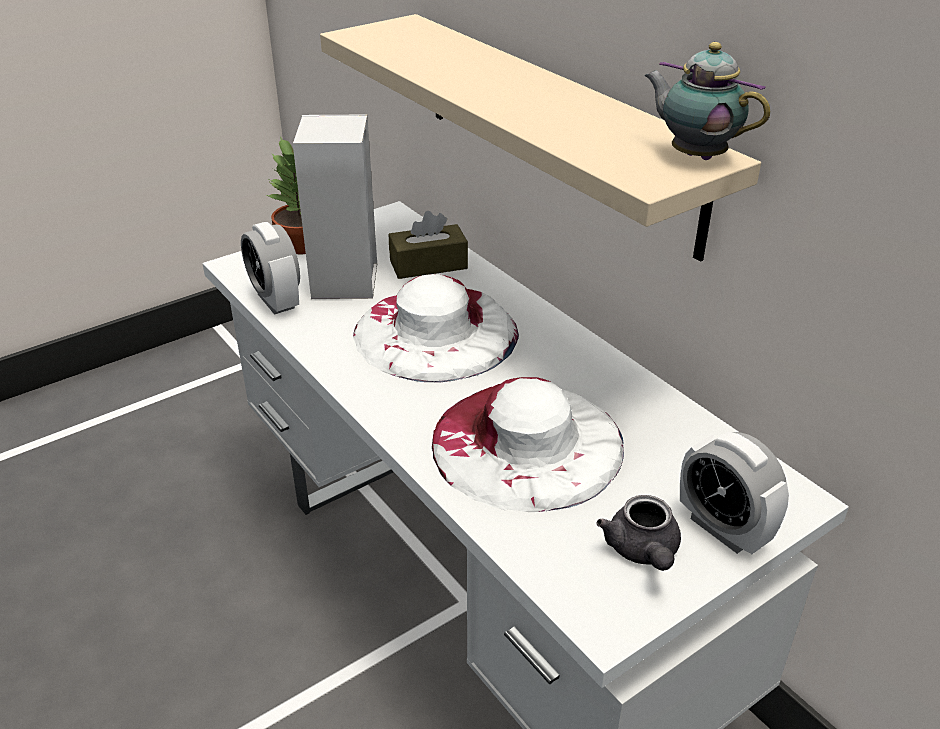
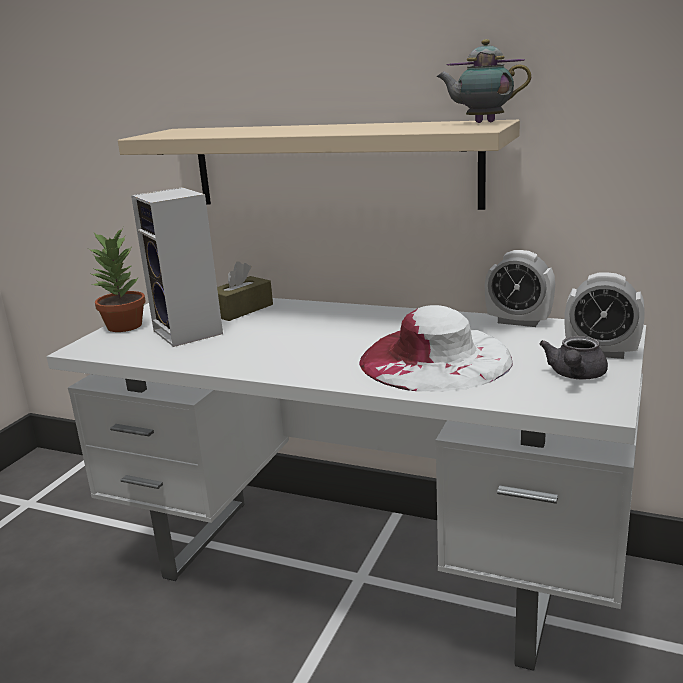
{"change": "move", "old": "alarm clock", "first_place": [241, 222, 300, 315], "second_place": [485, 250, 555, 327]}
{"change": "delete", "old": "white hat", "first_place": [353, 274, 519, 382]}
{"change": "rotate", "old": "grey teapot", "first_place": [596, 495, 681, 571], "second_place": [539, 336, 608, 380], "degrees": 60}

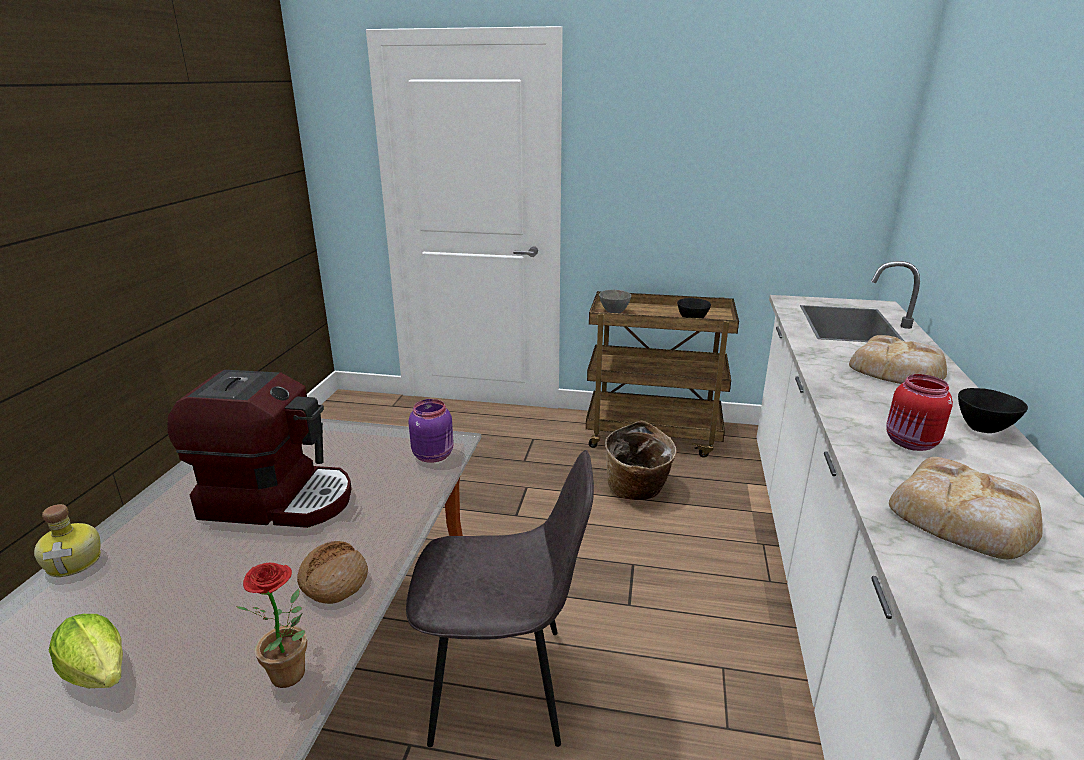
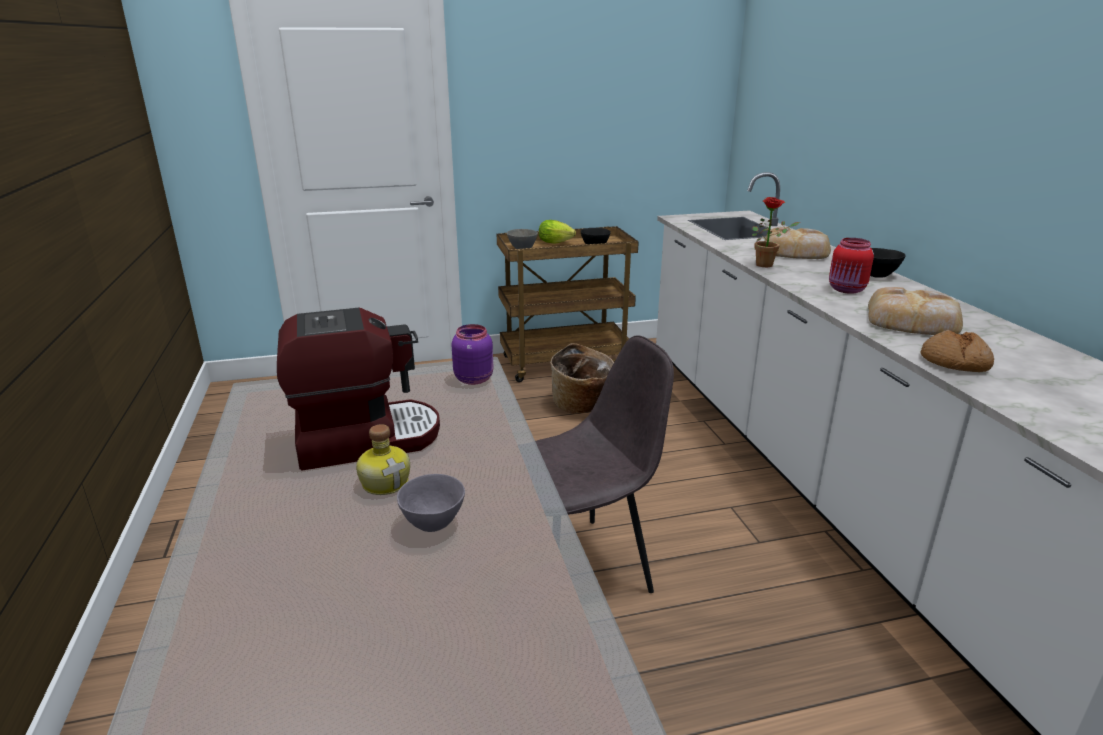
{"change": "move", "old": "bottle", "first_place": [34, 504, 101, 577], "second_place": [356, 424, 410, 495]}
{"change": "move", "old": "bread", "first_place": [297, 541, 368, 604], "second_place": [921, 330, 994, 372]}
{"change": "move", "old": "potted plant", "first_place": [235, 563, 307, 688], "second_place": [752, 197, 800, 267]}
{"change": "move", "old": "lettuce", "first_place": [49, 614, 123, 688], "second_place": [539, 220, 576, 244]}
{"change": "insert", "new": "grey bowl", "second_place": [397, 474, 465, 532]}

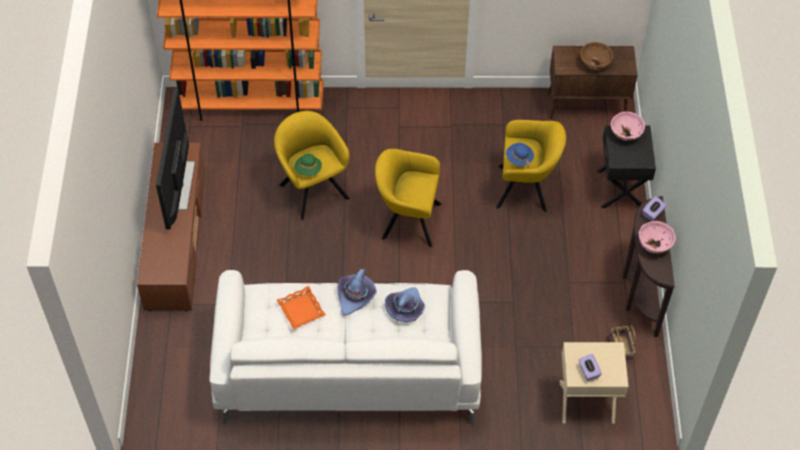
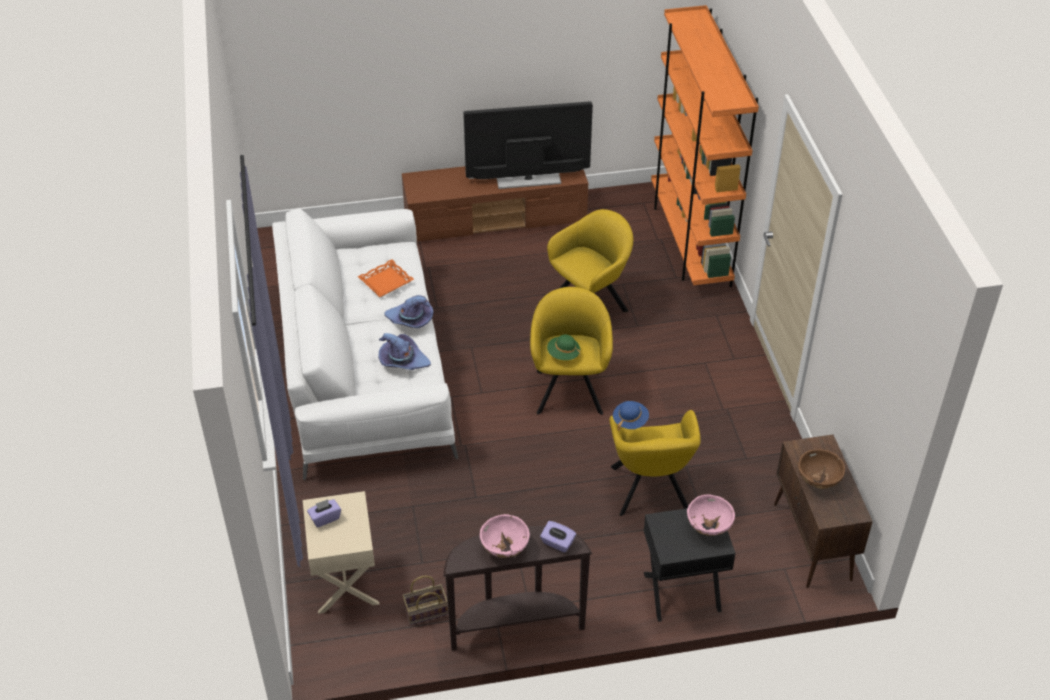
{"change": "move", "old": "green hat", "first_place": [294, 154, 322, 176], "second_place": [547, 335, 580, 360]}

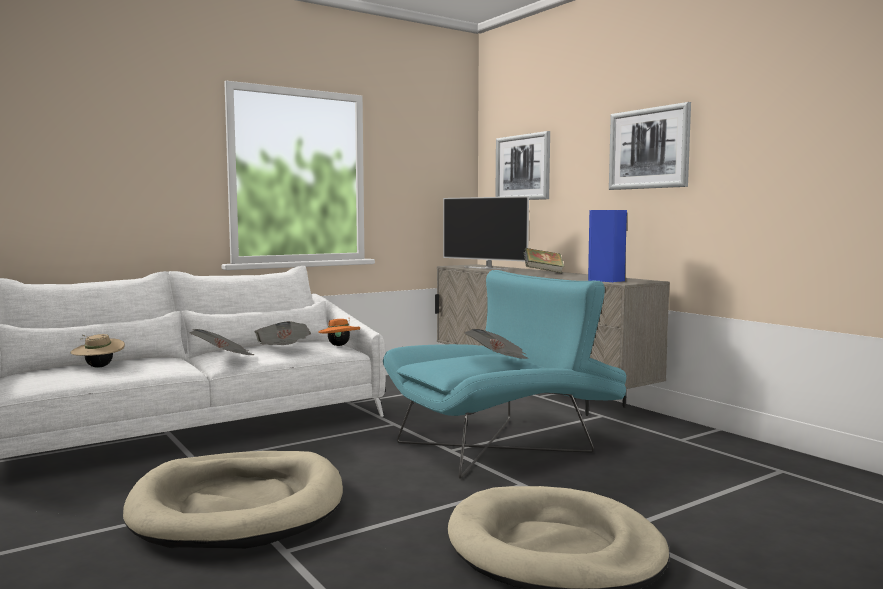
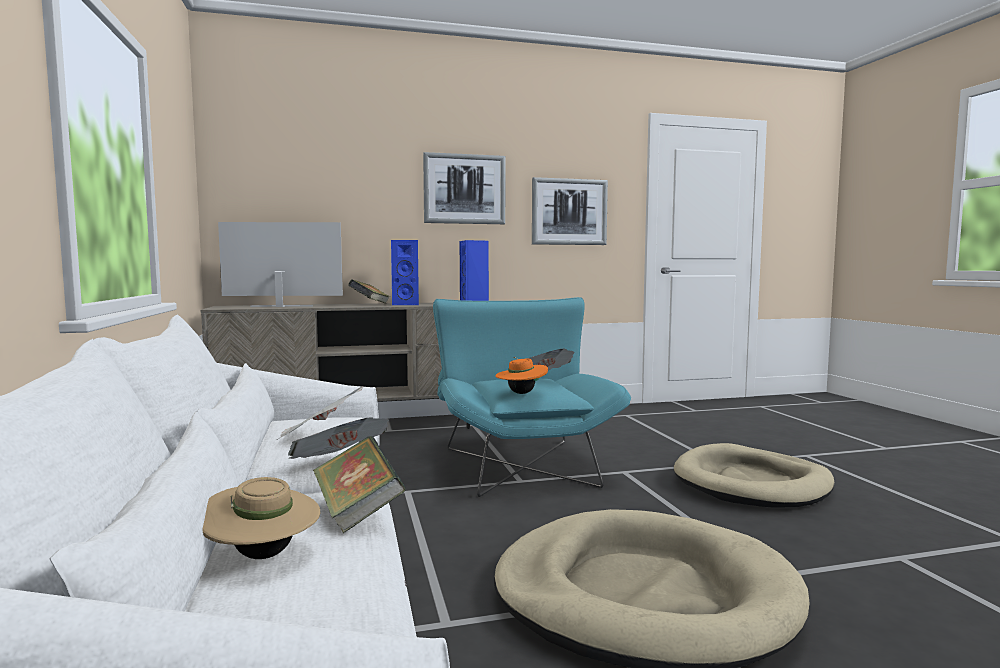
{"change": "move", "old": "picture", "first_place": [495, 131, 550, 200], "second_place": [532, 177, 608, 245]}
{"change": "rotate", "old": "television", "first_place": [443, 196, 529, 270], "second_place": [218, 222, 343, 307], "degrees": -150}
{"change": "move", "old": "orange hat", "first_place": [318, 319, 360, 346], "second_place": [495, 357, 548, 394]}
{"change": "insert", "new": "blue speaker", "second_place": [391, 240, 419, 305]}
{"change": "insert", "new": "book", "second_place": [313, 436, 406, 533]}

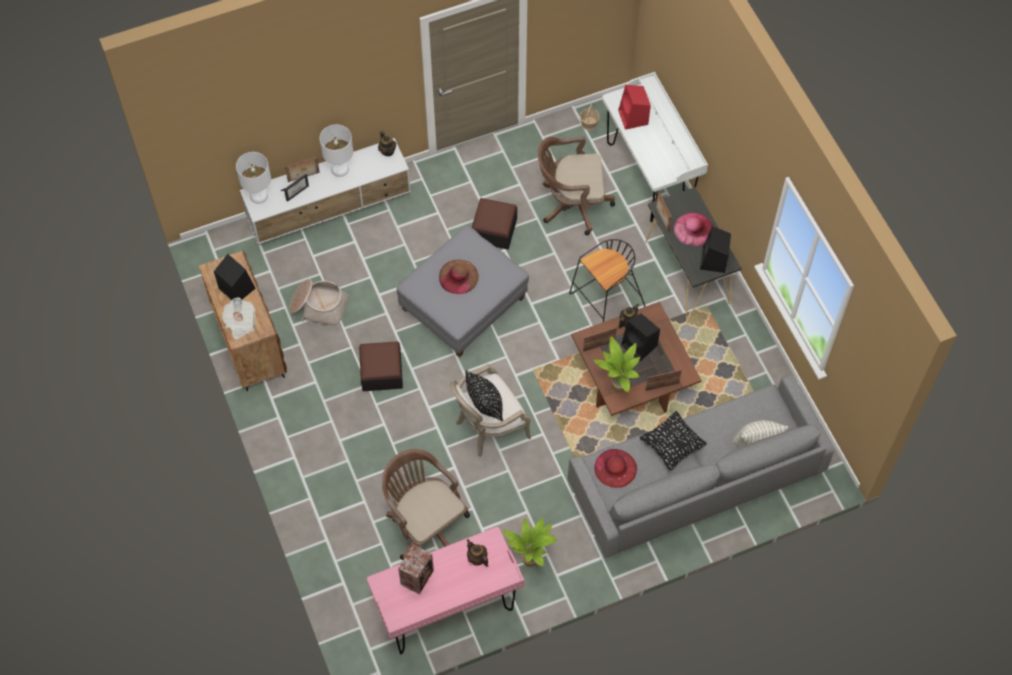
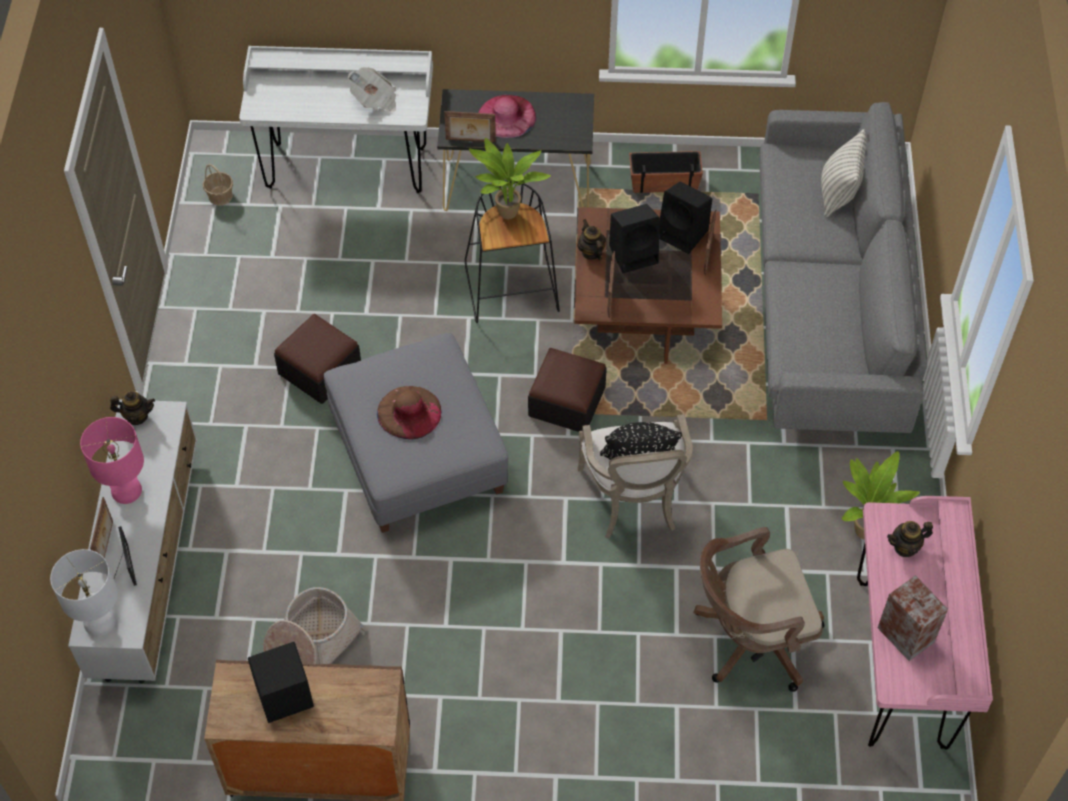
{"change": "delete", "old": "red speaker", "first_place": [618, 85, 651, 130]}
{"change": "recolor", "old": "white table lamp", "new": "pink table lamp", "first_place": [320, 125, 353, 177], "second_place": [80, 417, 144, 504]}
{"change": "delete", "old": "brown office chair", "first_place": [537, 137, 615, 235]}
{"change": "move", "old": "black speaker", "first_place": [700, 226, 731, 273], "second_place": [659, 182, 712, 254]}
{"change": "move", "old": "newspaper", "first_place": [222, 298, 255, 339], "second_place": [348, 67, 396, 112]}
{"change": "move", "old": "potted plant", "first_place": [593, 336, 640, 393], "second_place": [469, 137, 551, 220]}
{"change": "move", "old": "ottoman", "first_place": [359, 341, 403, 391], "second_place": [528, 348, 607, 432]}
{"change": "delete", "old": "black pillow", "first_place": [640, 411, 707, 471]}
{"change": "delete", "old": "red hat", "first_place": [594, 449, 637, 488]}
{"change": "insert", "new": "planter", "second_place": [629, 151, 703, 193]}

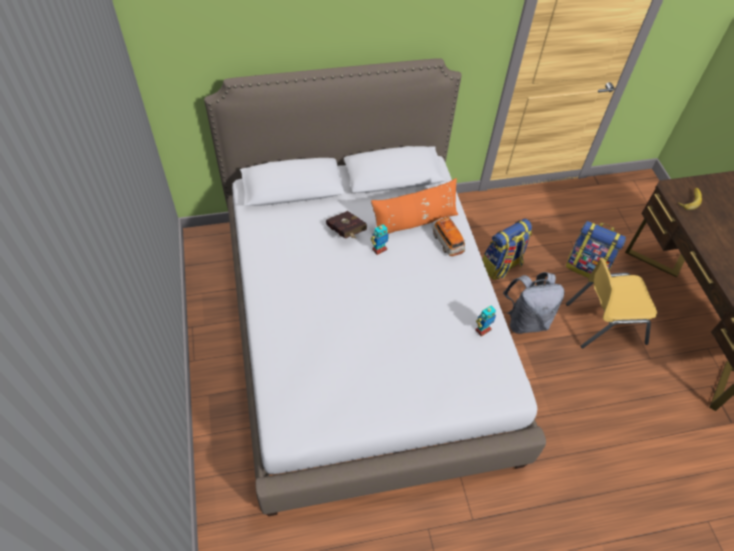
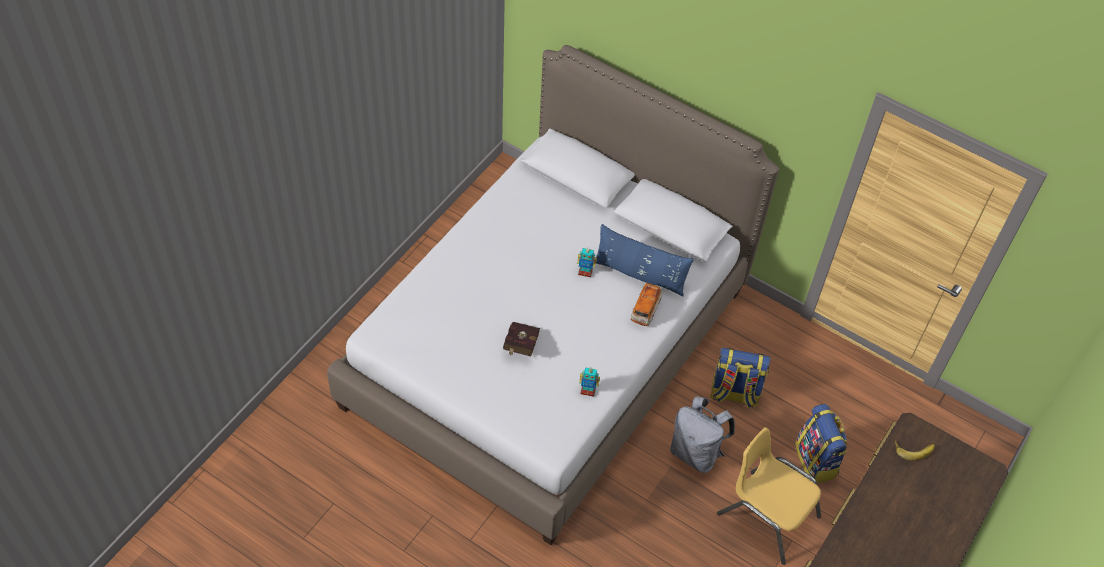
{"change": "recolor", "old": "orange pillow", "new": "blue pillow", "first_place": [371, 178, 458, 234], "second_place": [596, 224, 694, 296]}
{"change": "move", "old": "red book", "first_place": [326, 211, 367, 239], "second_place": [503, 322, 540, 356]}

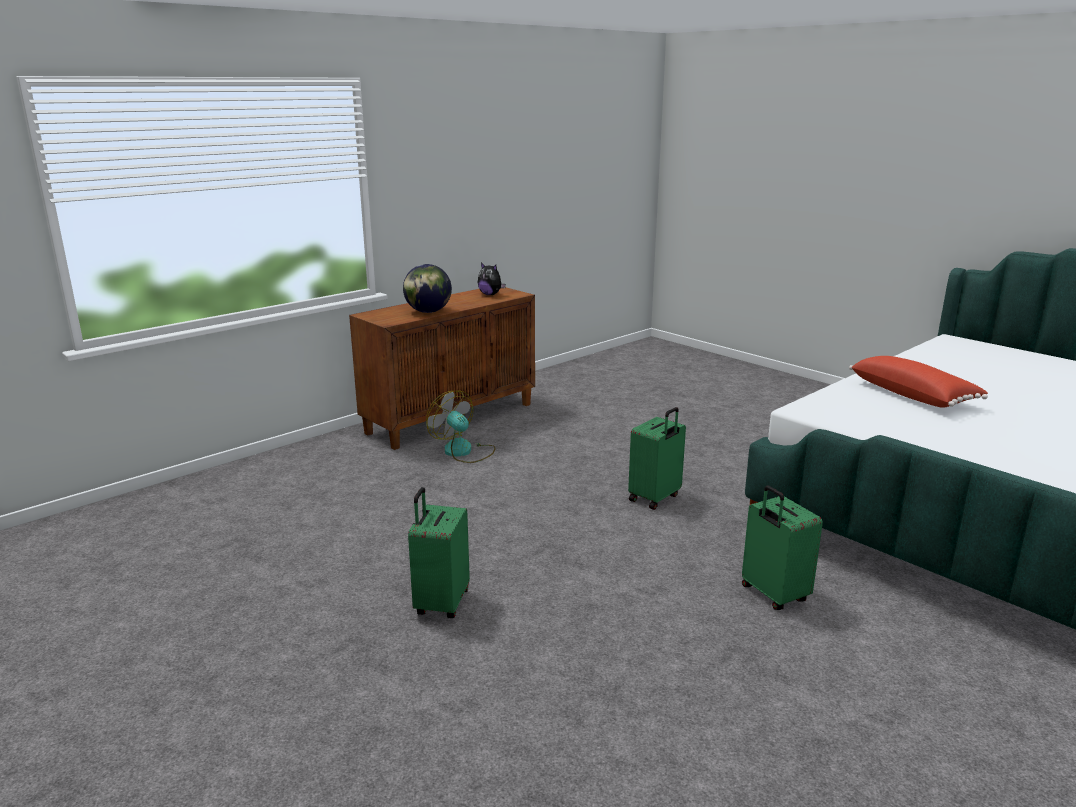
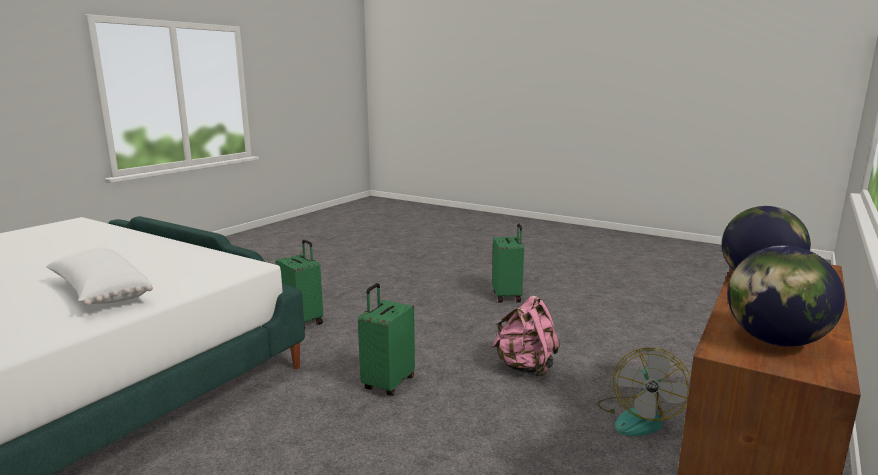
{"change": "replace", "old": "plush toy", "new": "globe", "first_place": [478, 263, 506, 295], "second_place": [728, 246, 845, 347]}
{"change": "recolor", "old": "red pillow", "new": "white pillow", "first_place": [849, 356, 988, 408], "second_place": [46, 247, 153, 306]}
{"change": "rotate", "old": "fan", "first_place": [426, 391, 496, 463], "second_place": [597, 347, 691, 436], "degrees": 75}
{"change": "insert", "new": "pink backpack", "second_place": [492, 296, 560, 378]}

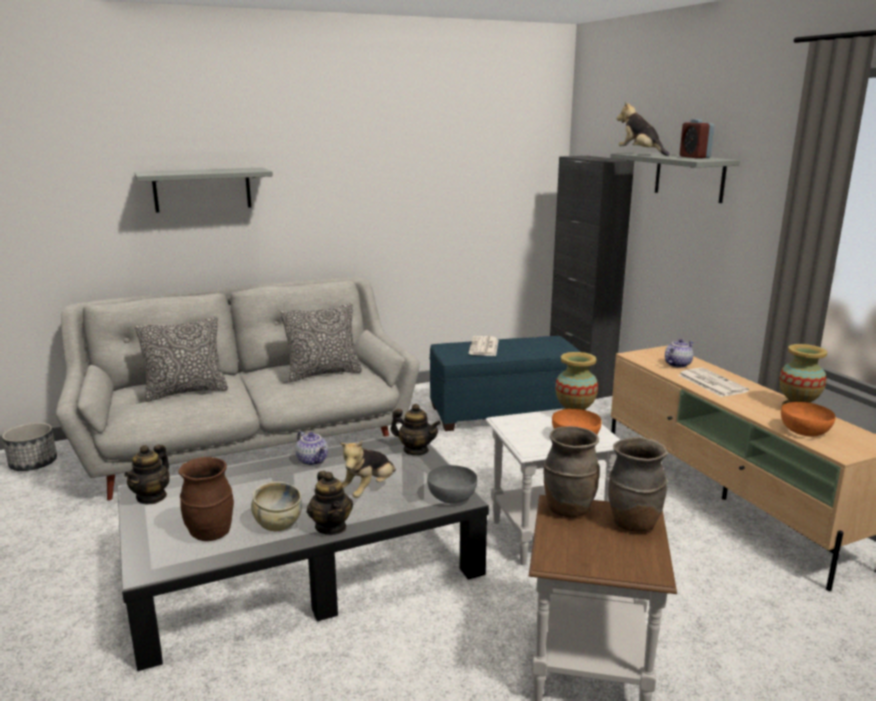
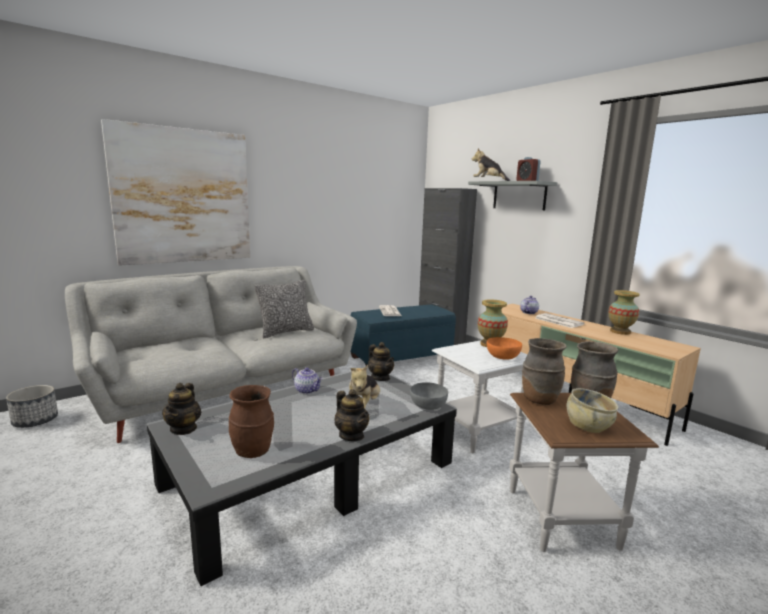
{"change": "replace", "old": "grey shelf", "new": "picture", "first_place": [134, 168, 273, 213], "second_place": [101, 119, 250, 266]}
{"change": "delete", "old": "pillow", "first_place": [135, 317, 228, 402]}
{"change": "delete", "old": "orange bowl", "first_place": [781, 402, 836, 436]}
{"change": "rotate", "old": "teapot", "first_place": [390, 404, 441, 455], "second_place": [368, 342, 394, 381], "degrees": 45}
{"change": "move", "old": "beige bowl", "first_place": [251, 481, 302, 531], "second_place": [566, 388, 618, 433]}

